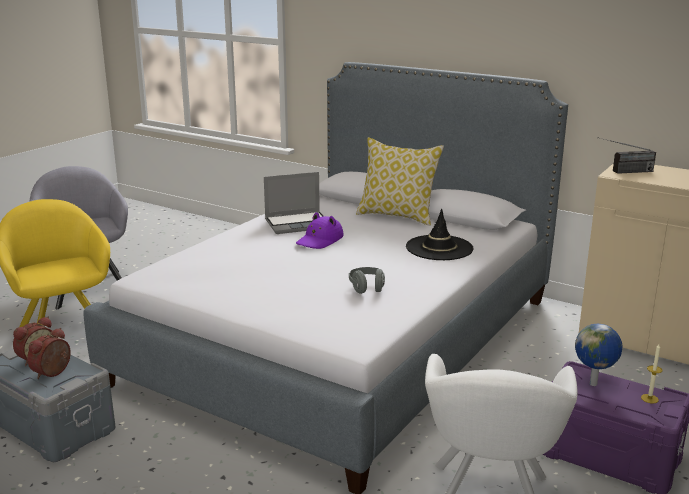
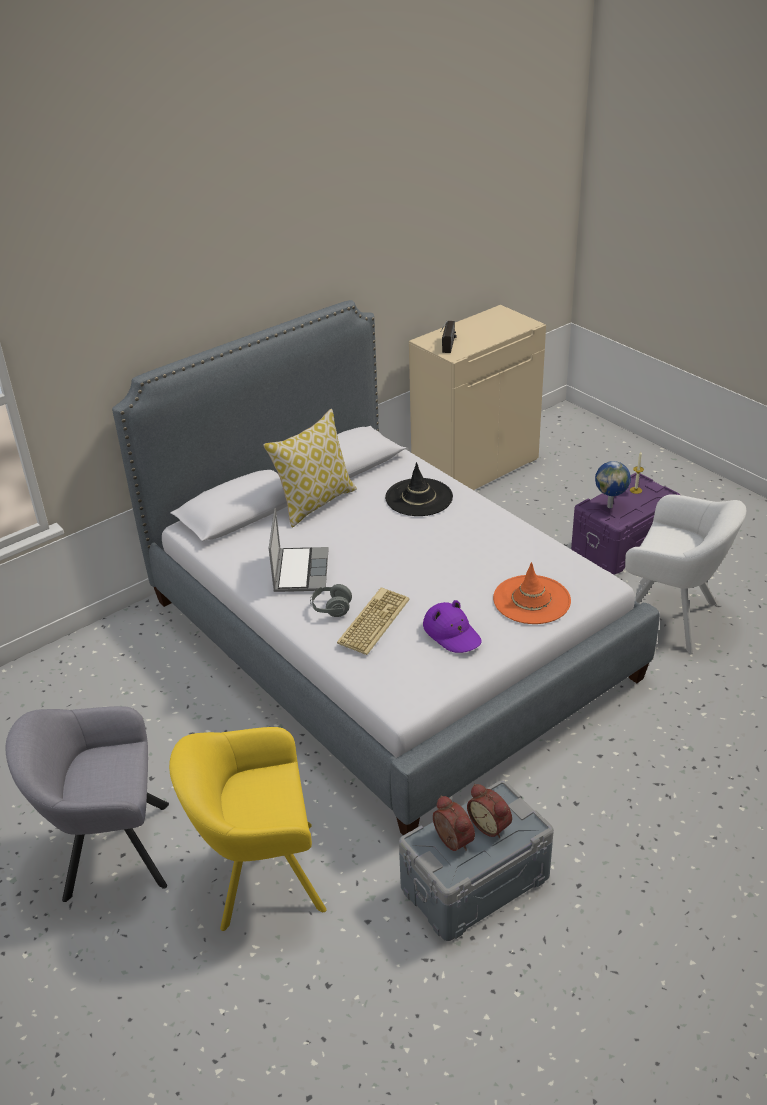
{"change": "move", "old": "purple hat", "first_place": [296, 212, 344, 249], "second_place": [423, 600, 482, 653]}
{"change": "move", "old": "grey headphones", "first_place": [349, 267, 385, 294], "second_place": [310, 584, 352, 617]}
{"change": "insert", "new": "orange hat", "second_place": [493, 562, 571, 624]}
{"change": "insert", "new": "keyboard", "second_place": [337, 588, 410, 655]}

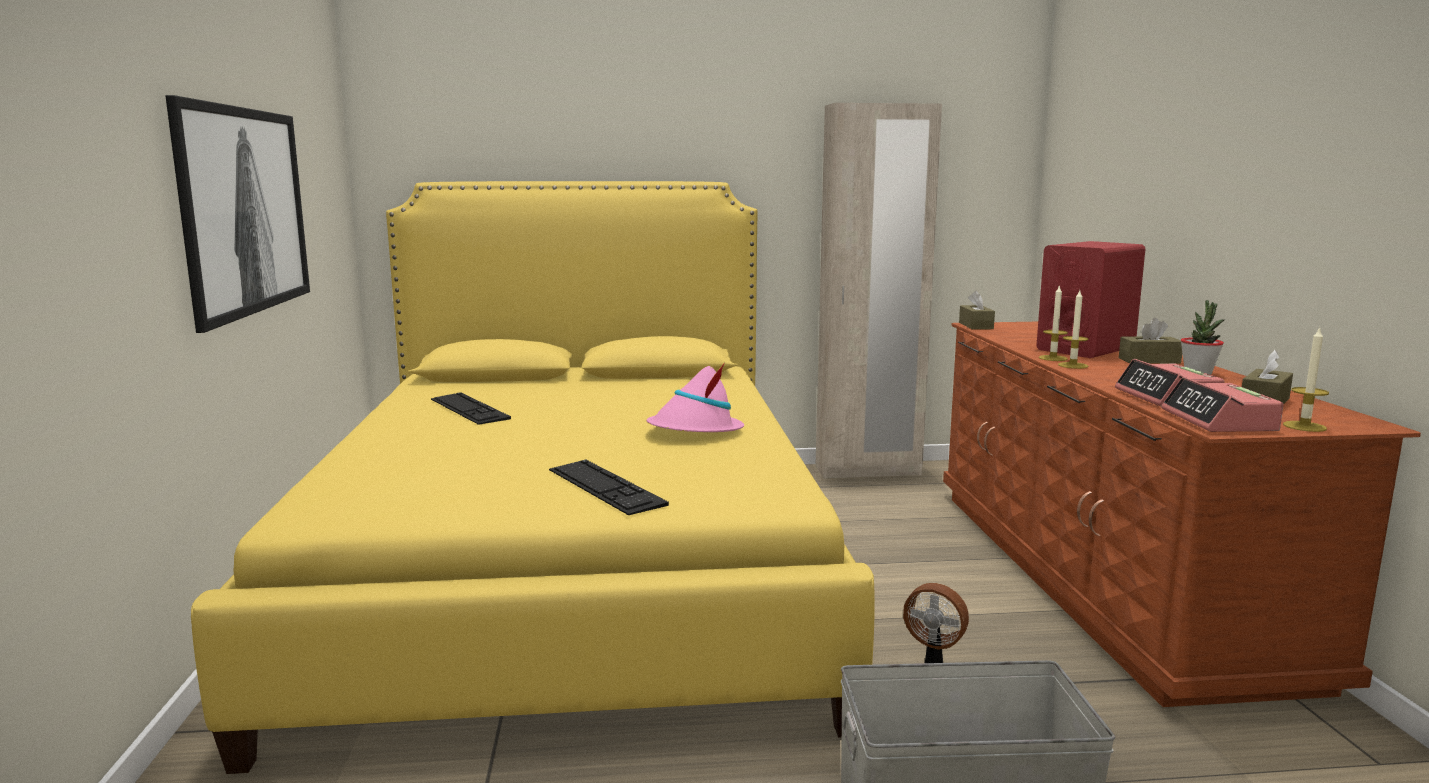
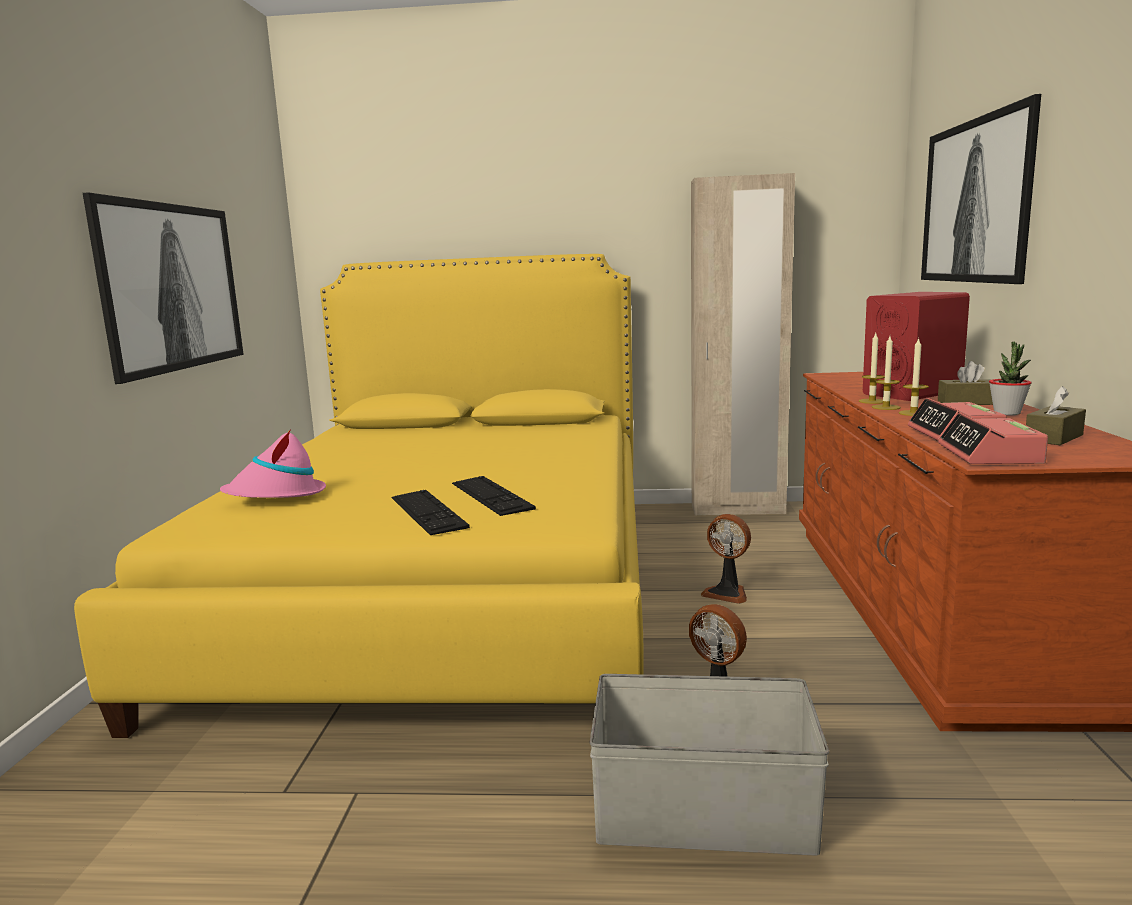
{"change": "delete", "old": "brown tissue box", "first_place": [959, 290, 995, 330]}
{"change": "move", "old": "candle", "first_place": [1283, 327, 1329, 432], "second_place": [899, 338, 929, 416]}
{"change": "move", "old": "pink hat", "first_place": [647, 362, 744, 432], "second_place": [220, 429, 326, 498]}
{"change": "move", "old": "keyboard", "first_place": [431, 392, 511, 425], "second_place": [452, 476, 536, 516]}
{"change": "insert", "new": "picture", "second_place": [921, 94, 1041, 284]}
{"change": "insert", "new": "fan", "second_place": [701, 514, 751, 604]}

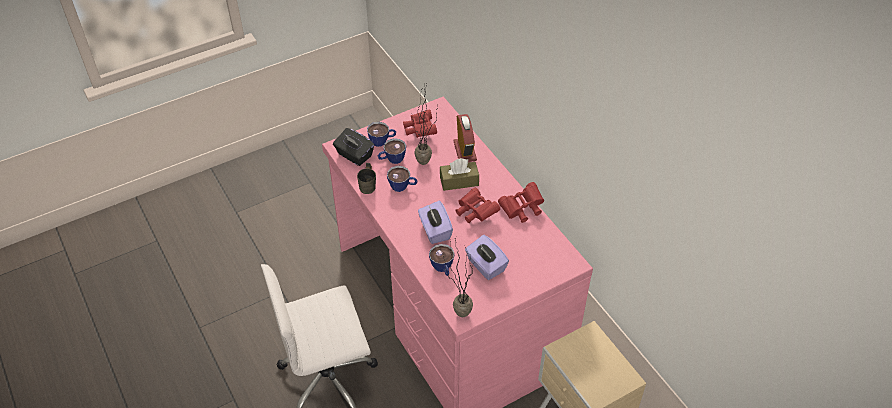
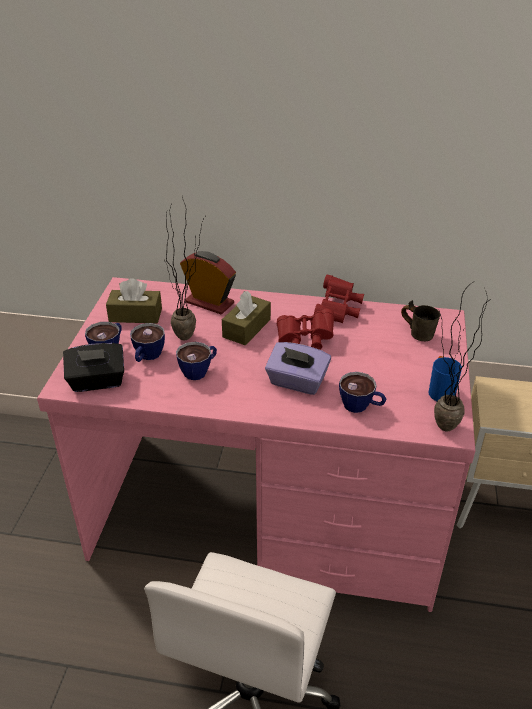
{"change": "replace", "old": "red binoculars", "new": "brown tissue box", "first_place": [403, 109, 437, 138], "second_place": [106, 278, 162, 323]}
{"change": "move", "old": "grey mug", "first_place": [357, 163, 376, 194], "second_place": [401, 300, 440, 341]}
{"change": "delete", "old": "purple tissue box", "first_place": [465, 235, 509, 280]}
{"change": "insert", "new": "blue mug", "second_place": [429, 356, 462, 401]}

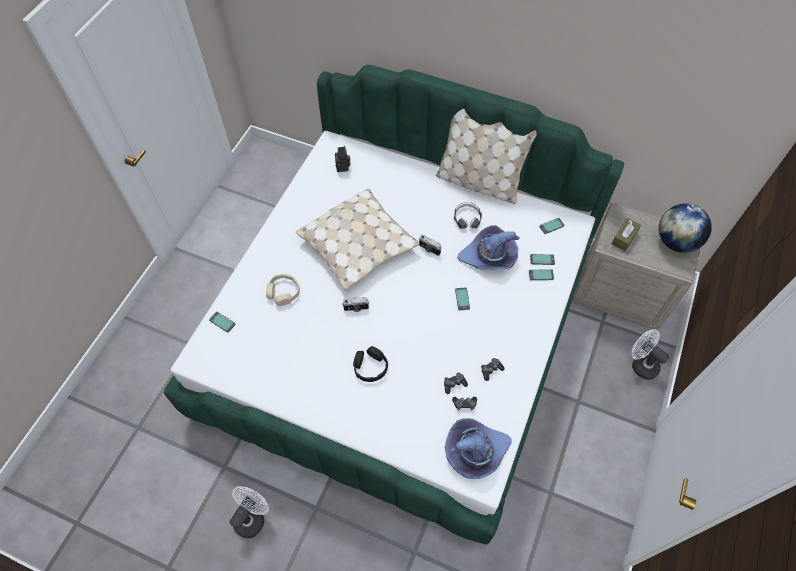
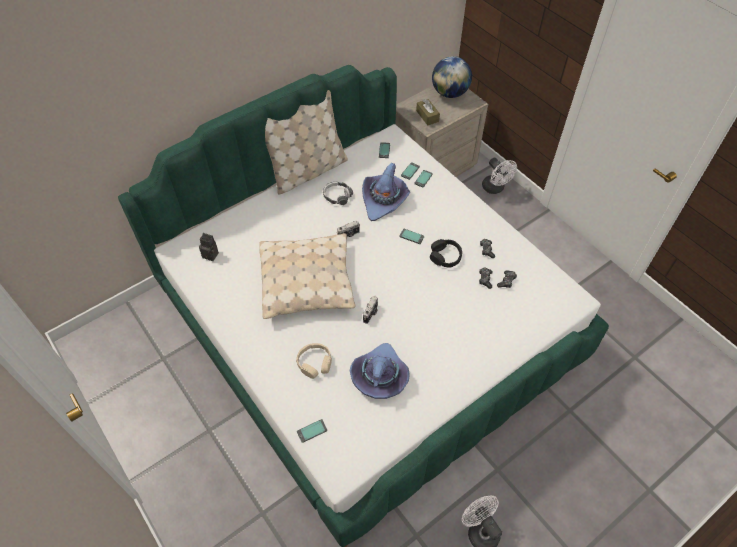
{"change": "rotate", "old": "white fan", "first_place": [632, 329, 669, 380], "second_place": [482, 158, 517, 194], "degrees": -105}
{"change": "move", "old": "black headphones", "first_place": [353, 346, 388, 382], "second_place": [430, 239, 462, 267]}
{"change": "move", "old": "purple hat", "first_place": [445, 418, 512, 479], "second_place": [350, 343, 410, 399]}

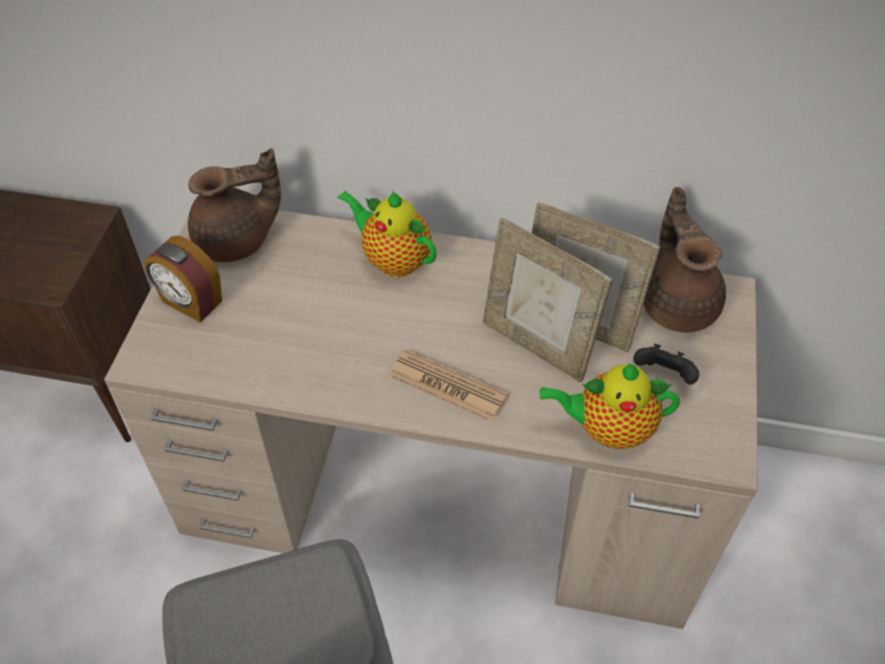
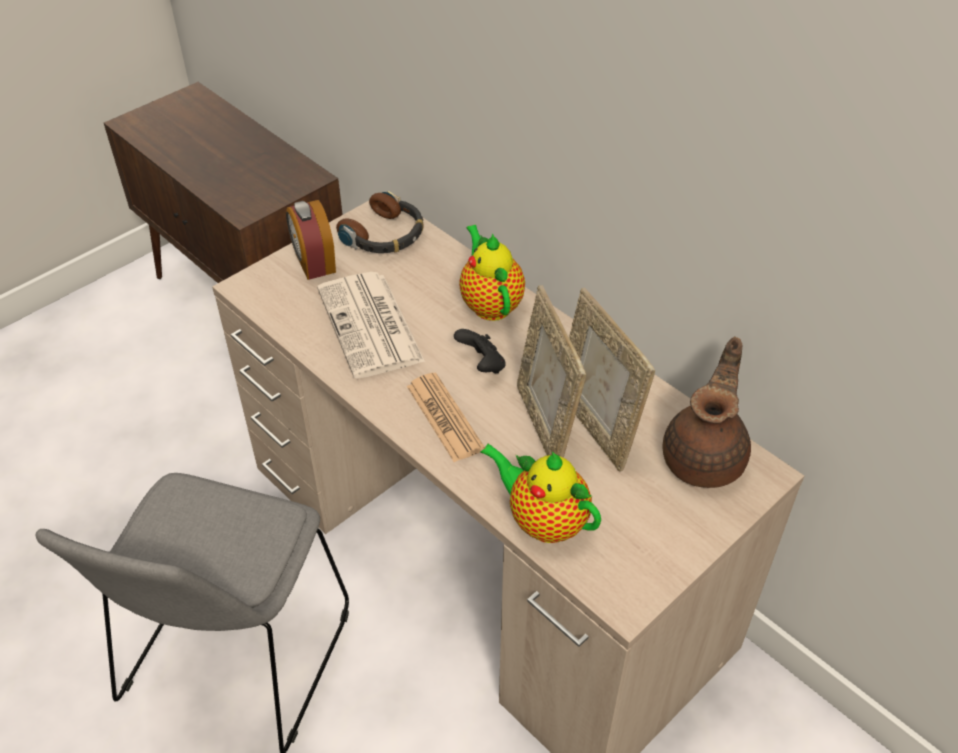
{"change": "replace", "old": "brown teapot", "new": "headphones", "first_place": [188, 148, 281, 262], "second_place": [336, 191, 424, 253]}
{"change": "move", "old": "black game controller", "first_place": [633, 344, 699, 384], "second_place": [454, 329, 506, 373]}
{"change": "insert", "new": "newspaper", "second_place": [317, 272, 425, 379]}

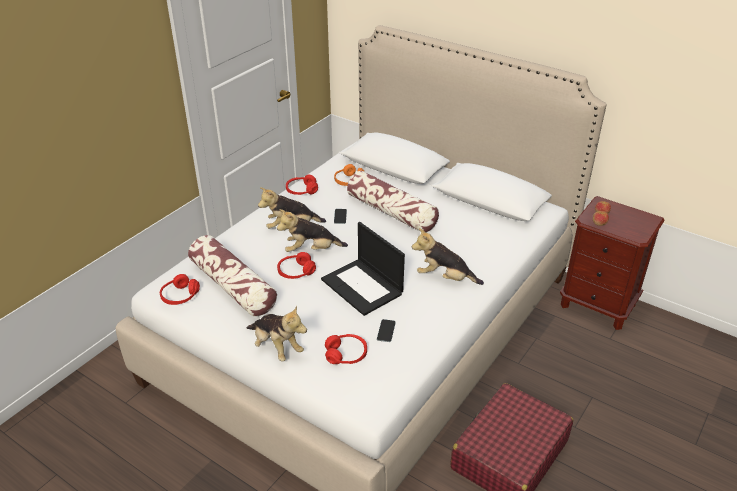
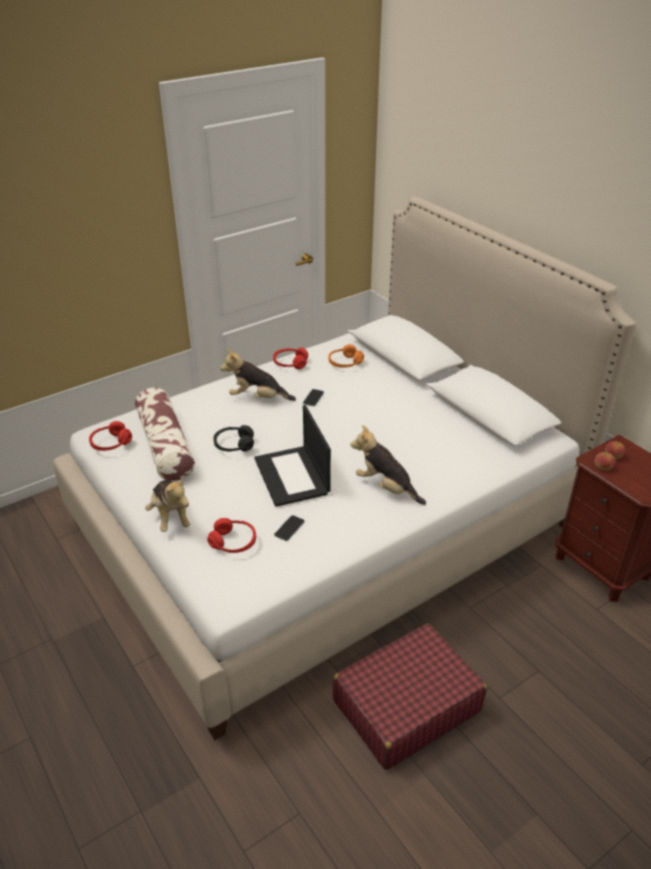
{"change": "delete", "old": "pillow", "first_place": [347, 171, 439, 232]}
{"change": "delete", "old": "plush toy", "first_place": [277, 209, 348, 252]}
{"change": "recolor", "old": "red headphones", "new": "black headphones", "first_place": [277, 252, 316, 279], "second_place": [214, 425, 254, 452]}

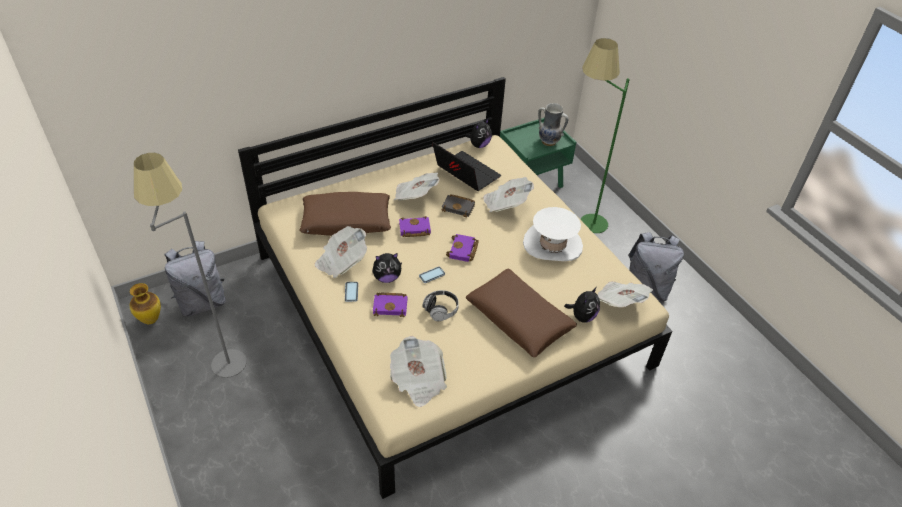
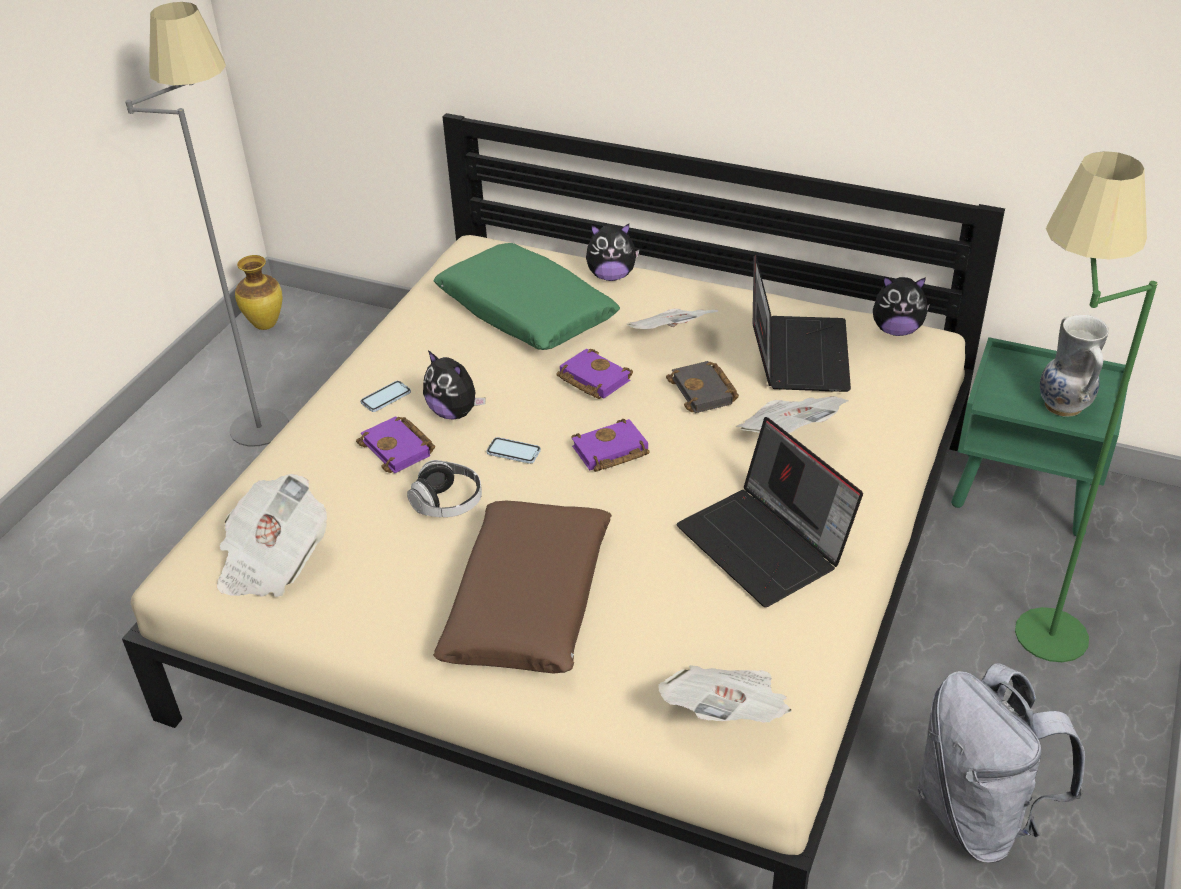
{"change": "recolor", "old": "brown pillow", "new": "green pillow", "first_place": [299, 192, 391, 236], "second_place": [434, 243, 620, 350]}
{"change": "replace", "old": "white hat", "new": "laptop", "first_place": [523, 207, 583, 261], "second_place": [677, 417, 863, 607]}
{"change": "delete", "old": "newspaper", "first_place": [315, 226, 367, 278]}
{"change": "delete", "old": "grey backpack", "first_place": [164, 241, 226, 317]}
{"change": "move", "old": "plush toy", "first_place": [564, 287, 600, 323], "second_place": [586, 224, 640, 281]}

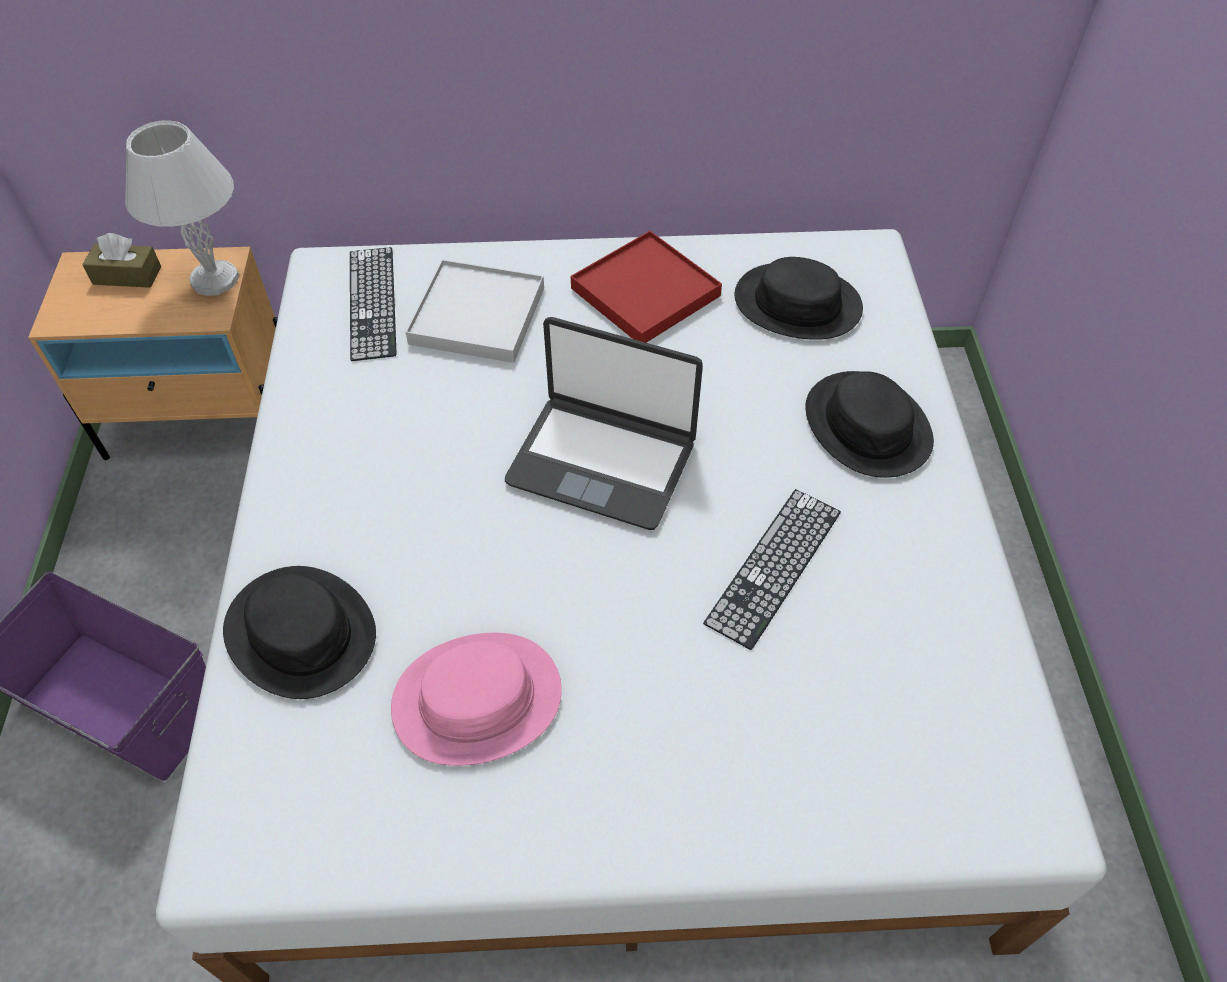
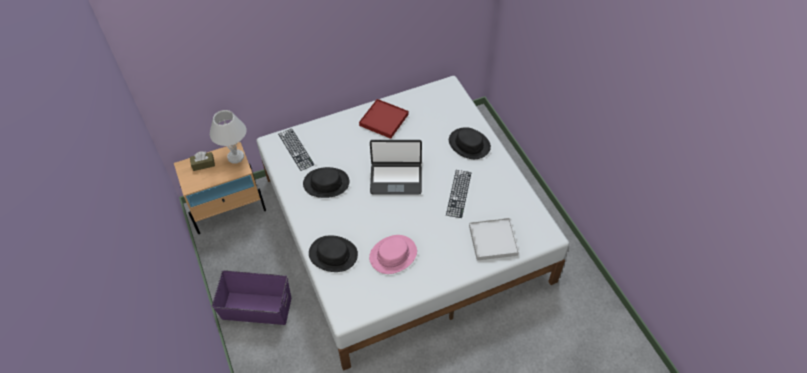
{"change": "move", "old": "black hat", "first_place": [735, 257, 863, 340], "second_place": [303, 167, 349, 198]}
{"change": "move", "old": "white tray", "first_place": [405, 259, 544, 363], "second_place": [469, 218, 519, 261]}

